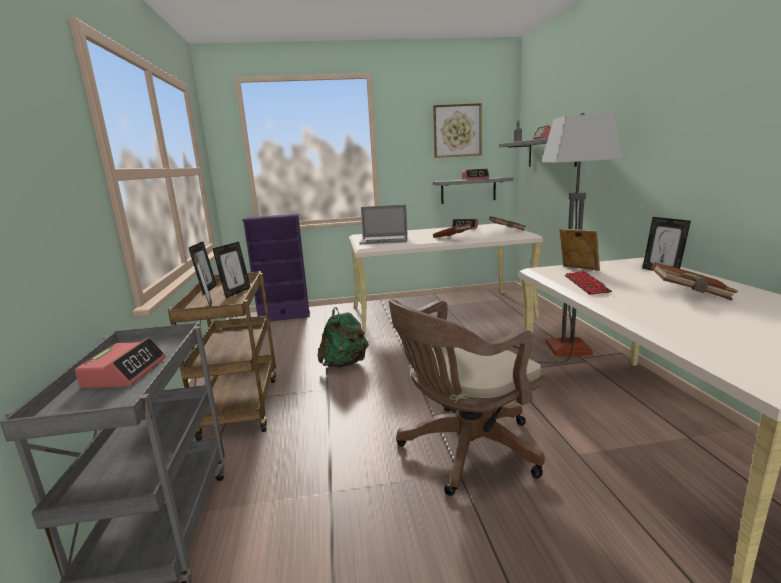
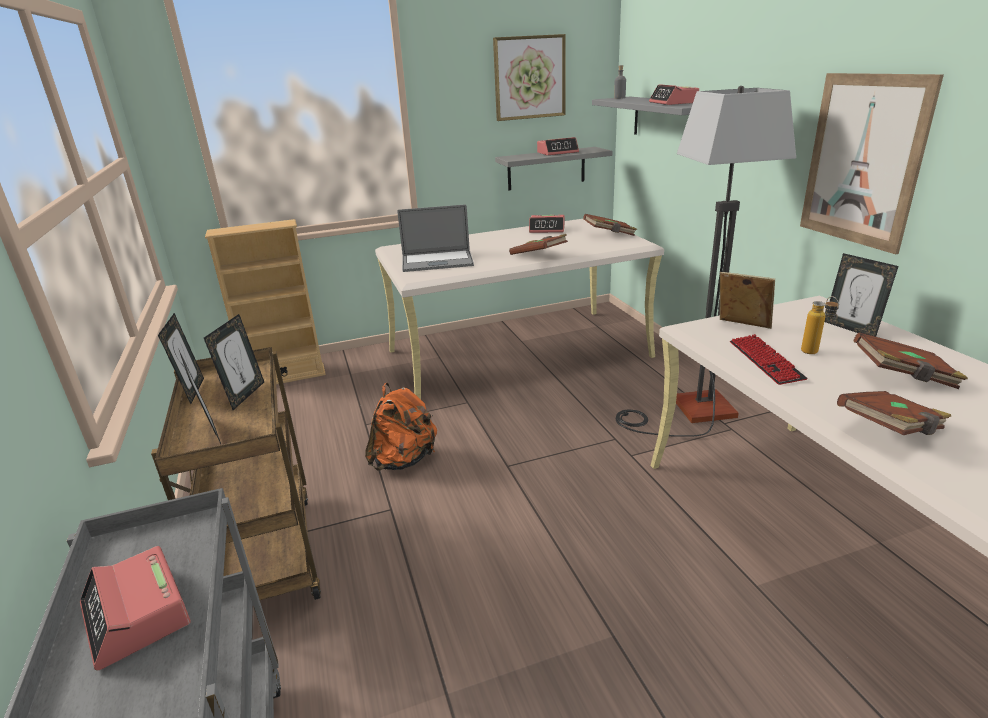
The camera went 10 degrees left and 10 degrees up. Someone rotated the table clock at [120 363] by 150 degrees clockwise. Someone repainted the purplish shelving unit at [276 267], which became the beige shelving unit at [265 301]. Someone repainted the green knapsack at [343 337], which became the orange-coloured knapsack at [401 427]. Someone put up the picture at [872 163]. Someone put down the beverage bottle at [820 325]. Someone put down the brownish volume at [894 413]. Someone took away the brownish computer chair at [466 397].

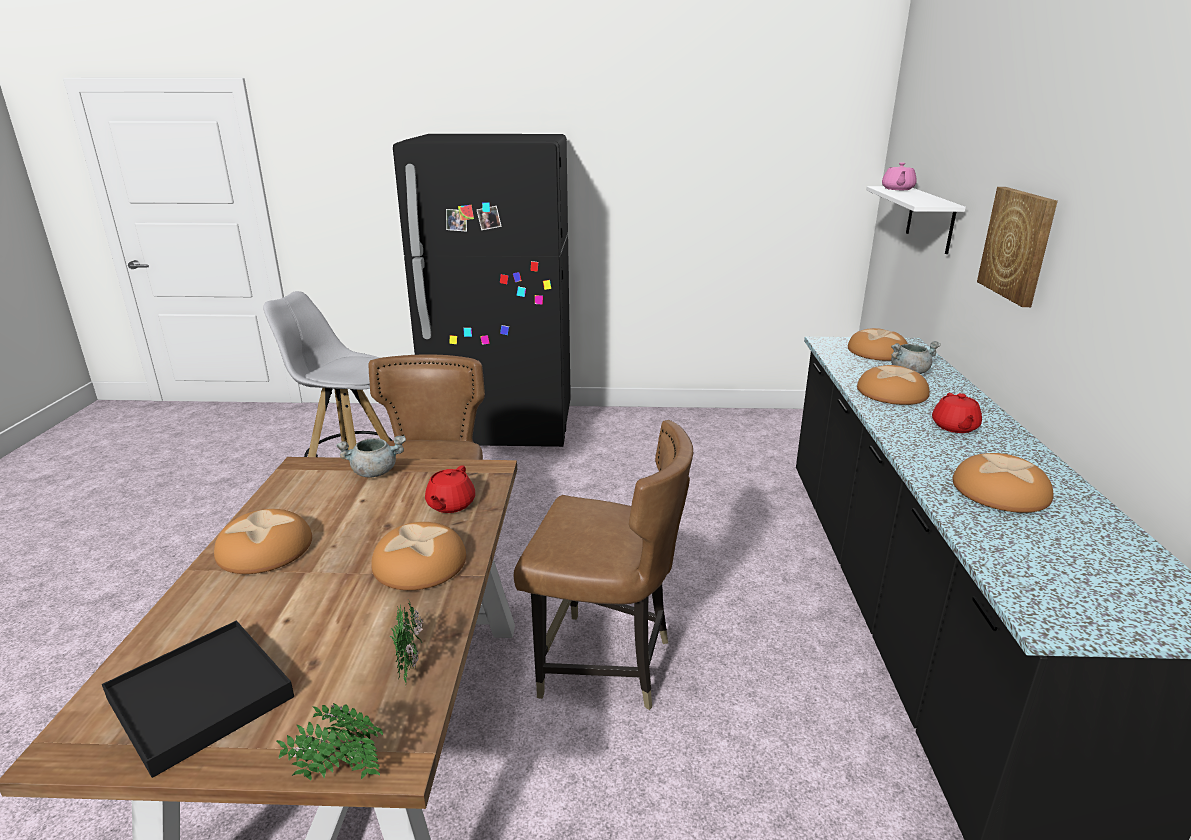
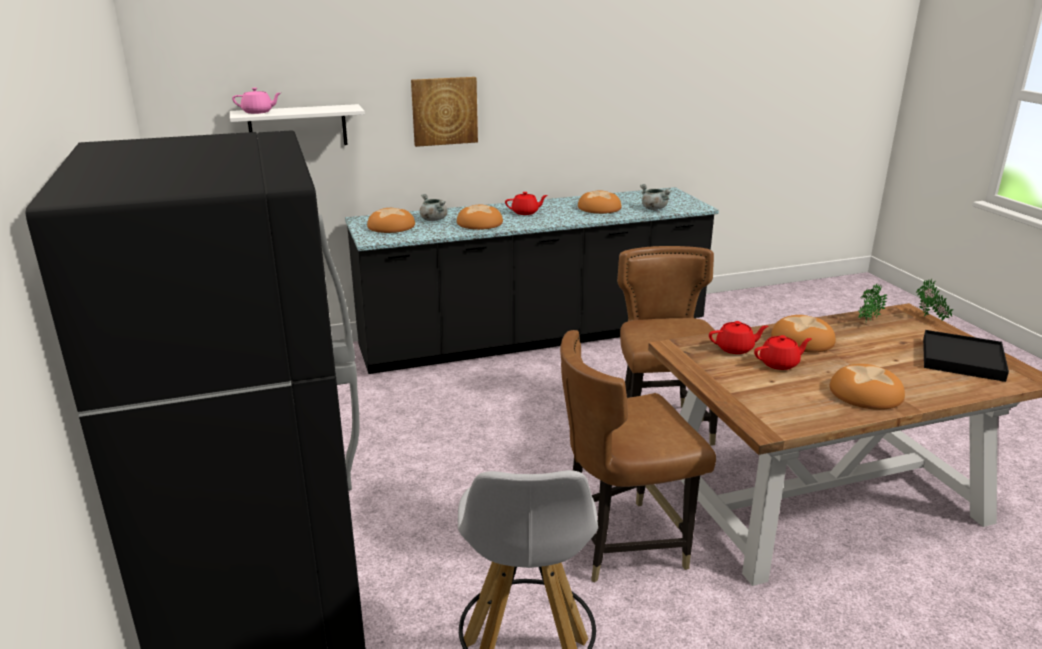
The camera went 110 degrees left and 0 degrees up. Someone carried the gray saucepot from [371 457] to [655 197]. Someone put down the red-coloured pot for tea at [783 352].

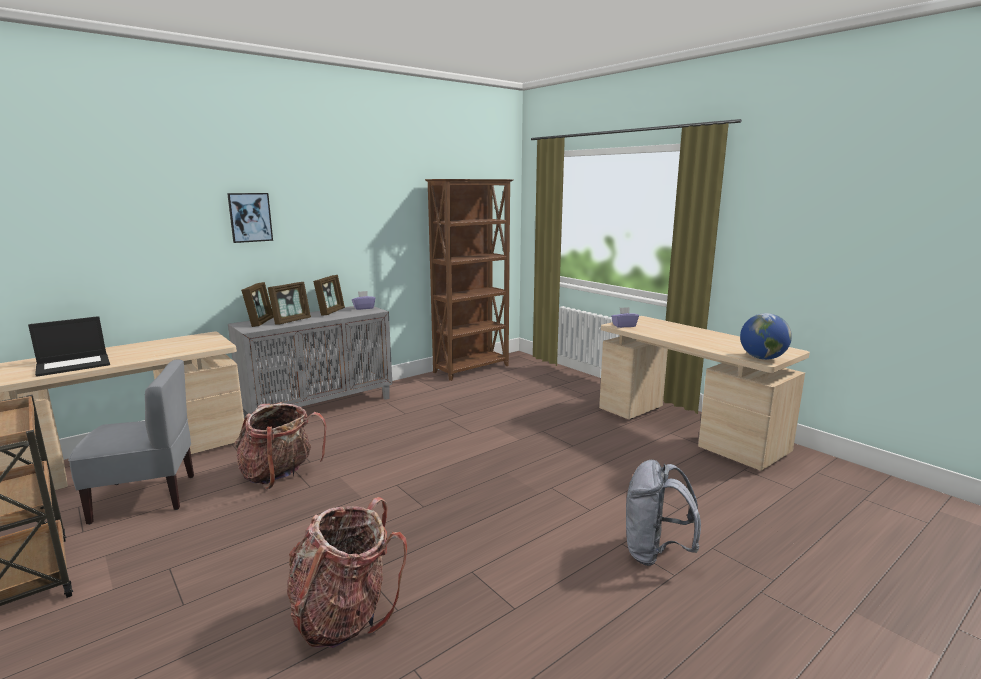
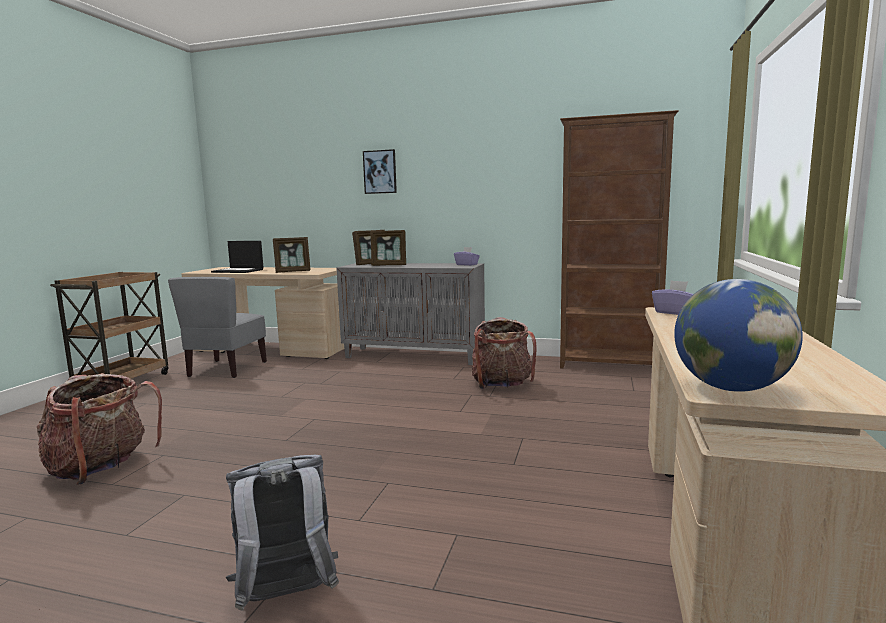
The camera went 55 degrees right and 5 degrees down. Someone rotated the gray chair at [131 442] by 60 degrees clockwise. Someone carried the standing frame from [329 295] to [292 255]. Someone carried the knapsack from [280 445] to [504 353].

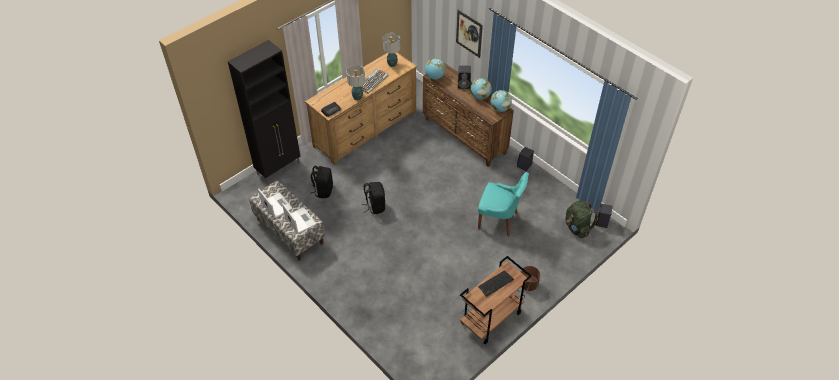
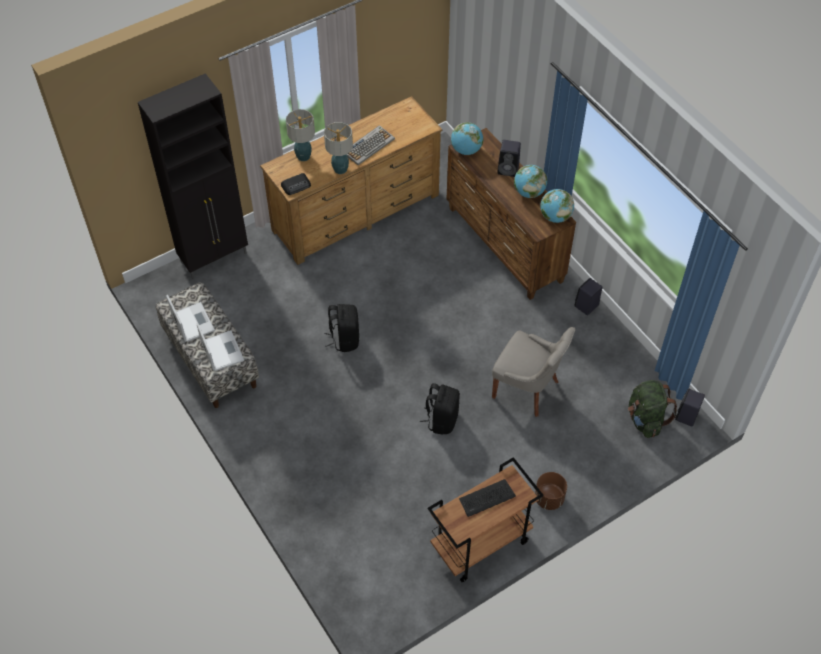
The camera went 10 degrees right and 5 degrees up. Someone carried the lamp for a table from [391 50] to [300 135]. Someone carried the blackish knapsack from [322 182] to [440 409]. Someone repainted the turquoise chair at [503 204], which became the gray chair at [534 372]. Someone took away the picture at [469 34].

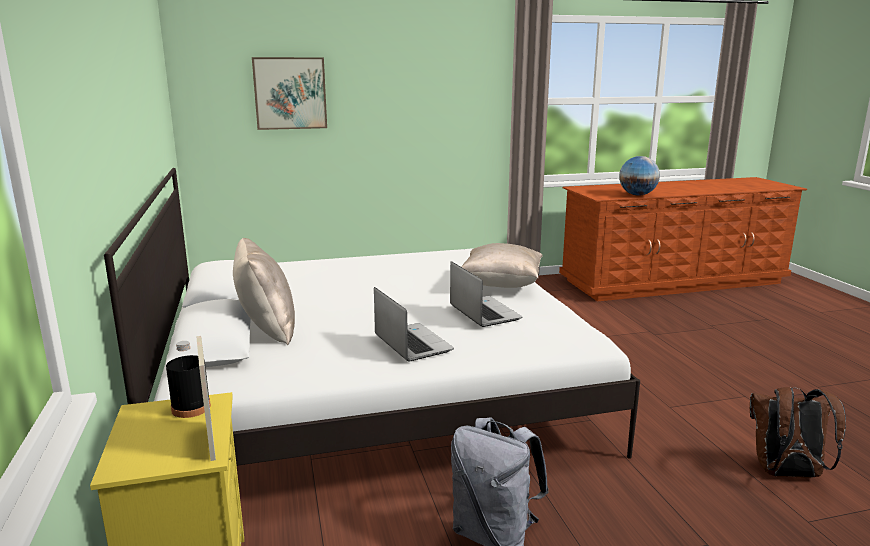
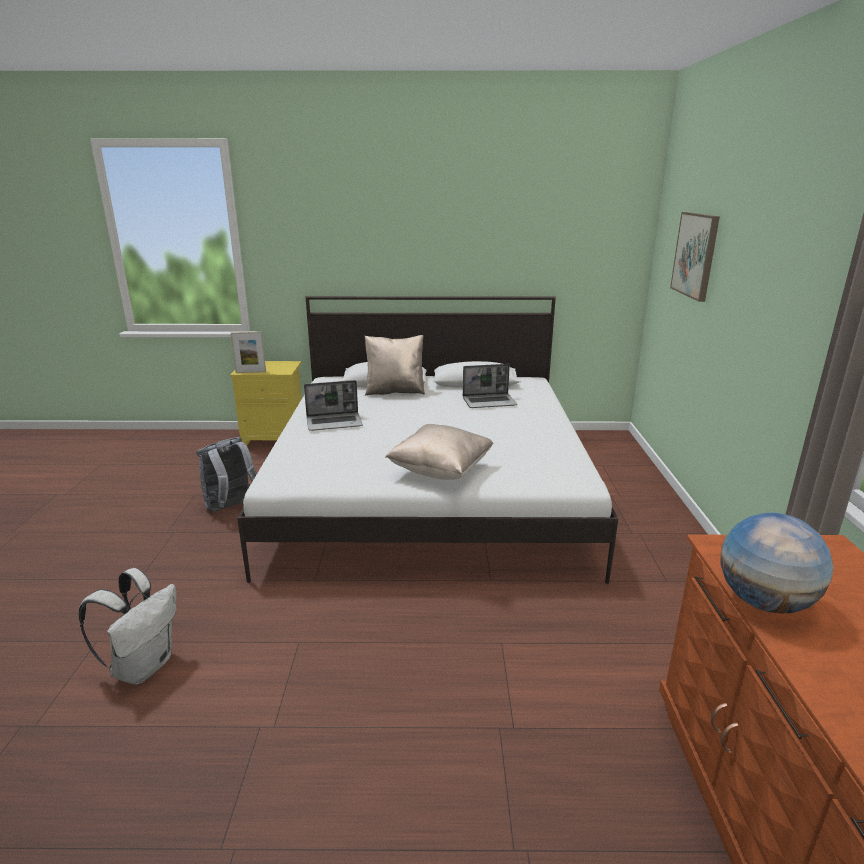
The camera went 105 degrees right and 5 degrees up. Someone repainted the brownish knapsack at [798 432], which became the whitish knapsack at [127 626]. Someone carried the notebook computer from [486 294] to [490 386]. Someone took away the blackish beverage bottle at [188 379].

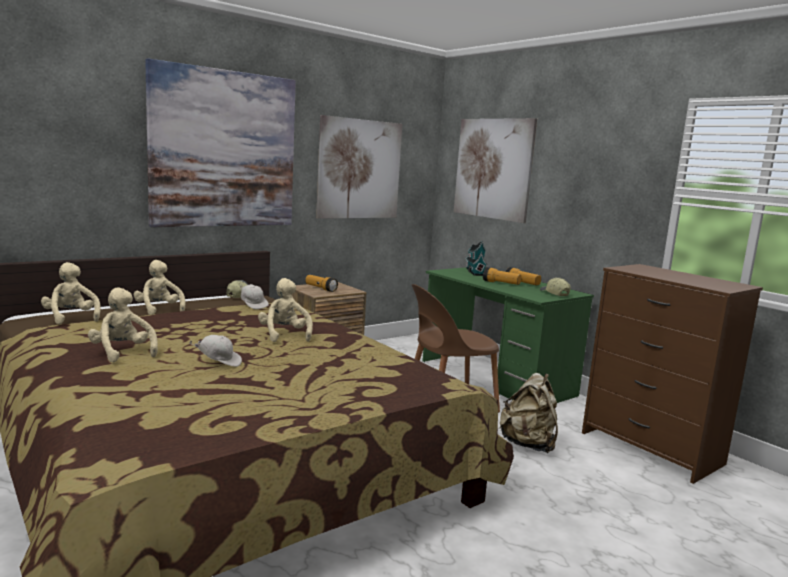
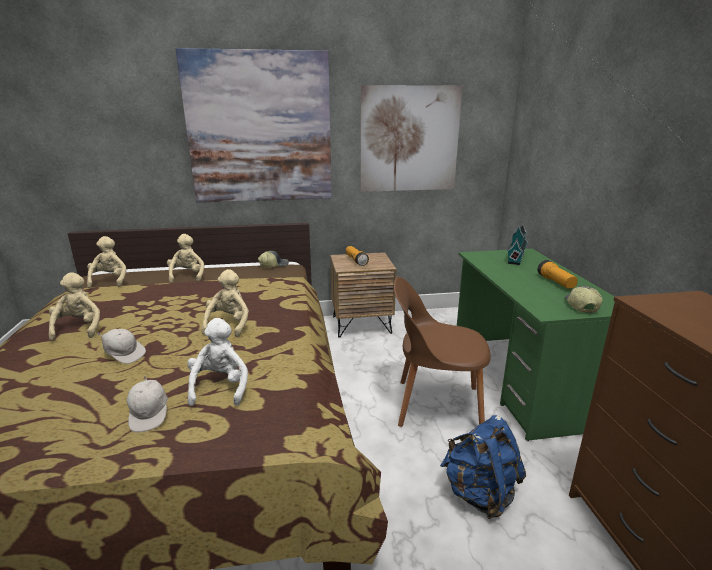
The camera went 30 degrees right and 10 degrees up. Someone carried the whitish cap from [254 296] to [147 404]. Someone put down the whitish cuddly toy at [217 362]. Someone repainted the beige knapsack at [528 413], which became the blue-coloured knapsack at [483 467]. Someone took away the picture at [495 170]. Someone took away the torch at [502 276].

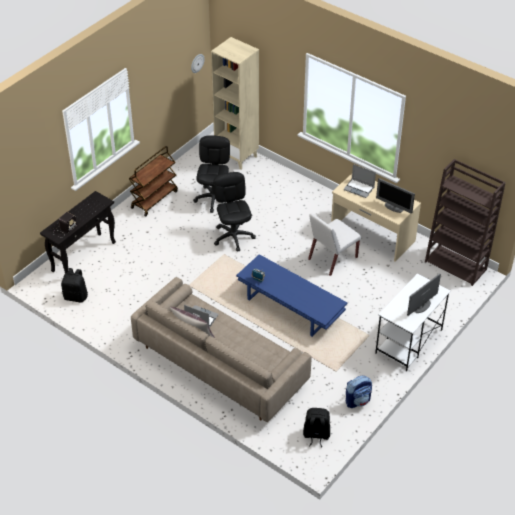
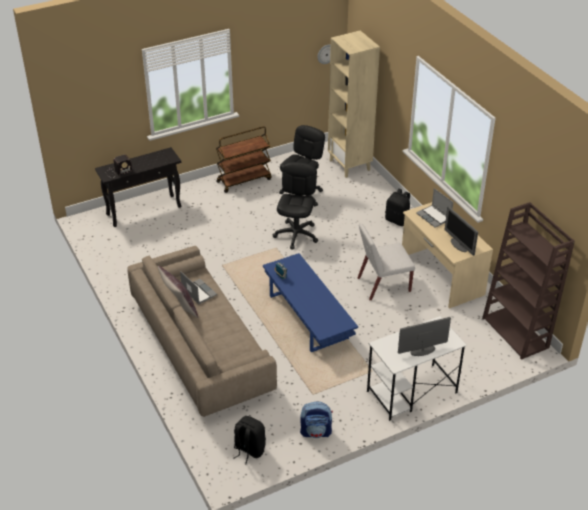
The camera went 25 degrees right and 5 degrees down. Someone carried the blackish knapsack from [74 285] to [397 207].

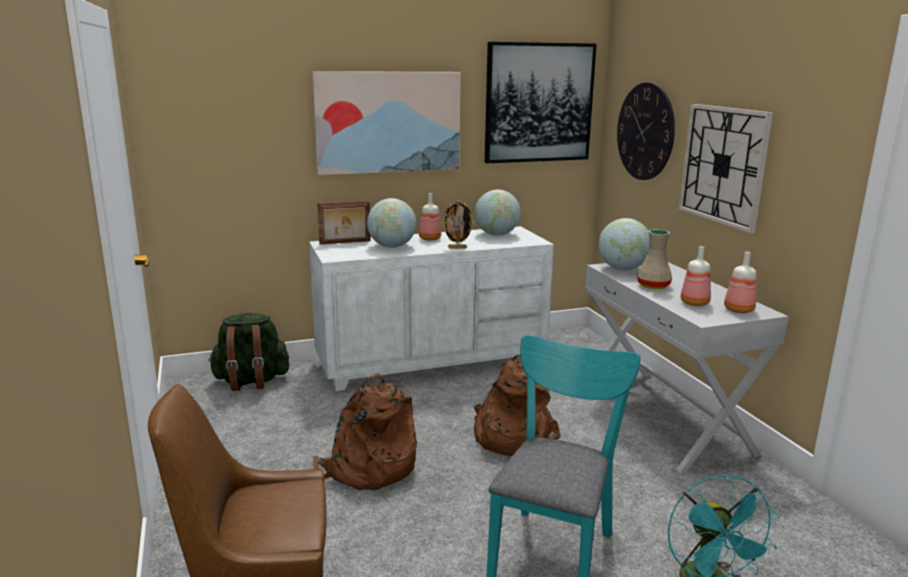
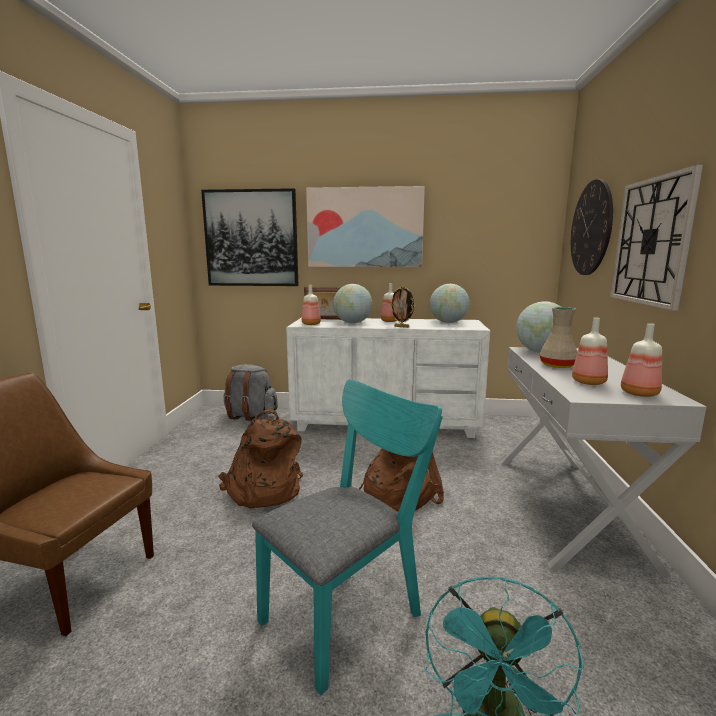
The camera went 25 degrees right and 5 degrees down. Someone carried the picture from [541 102] to [249 237]. Someone repainted the green knapsack at [248 352], which became the gray knapsack at [251 392]. Someone put down the beverage bottle at [311 305].

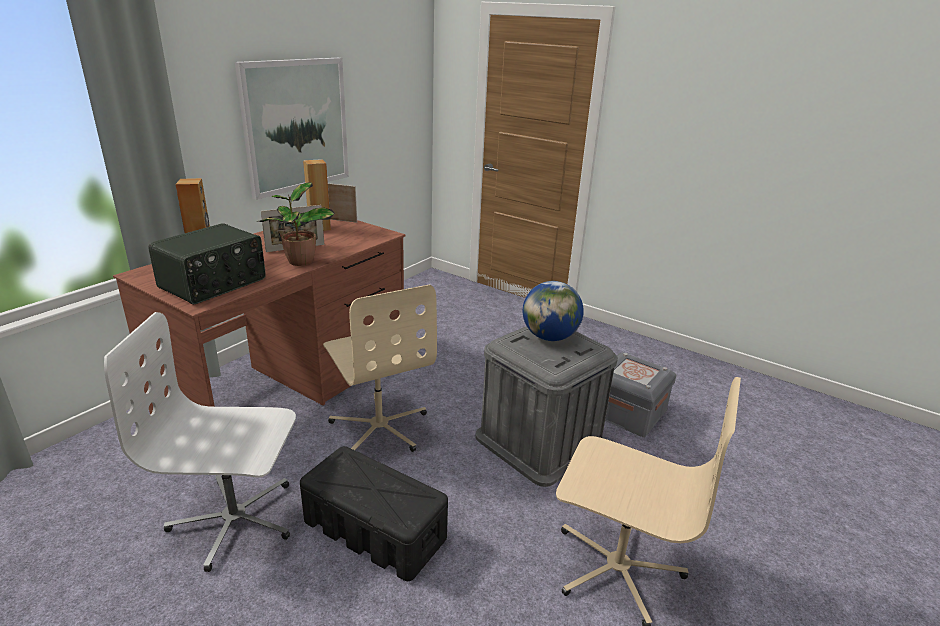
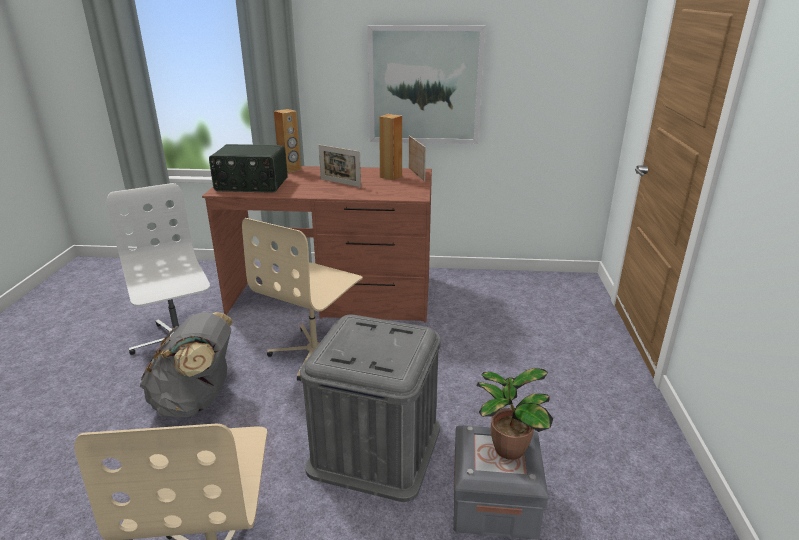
The camera went 60 degrees right and 0 degrees up. Someone swapped the blackish storage bin at [374 513] for the gray knapsack at [186 364]. Someone carried the potted plant from [295 224] to [515 414]. Someone took away the desk globe at [553 311].

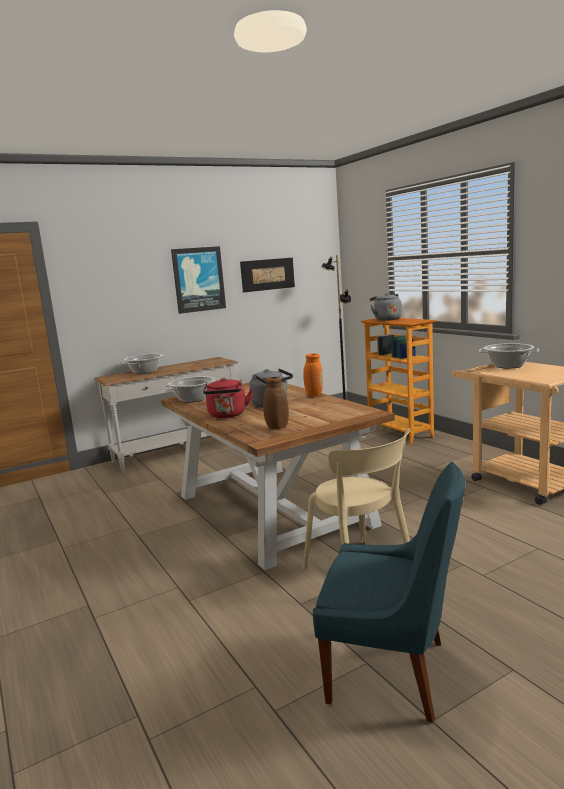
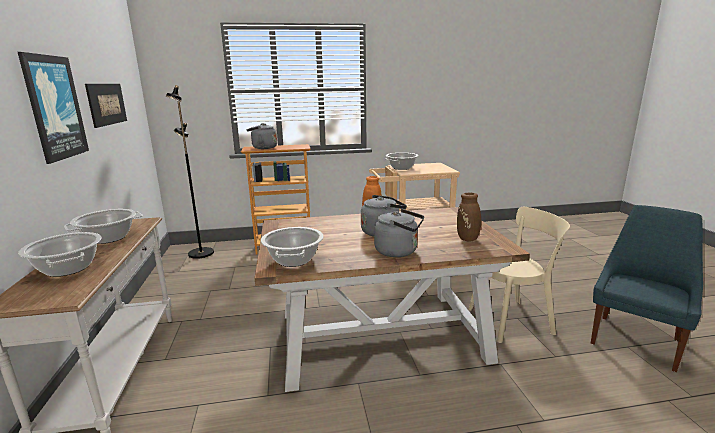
The camera went 70 degrees left and 5 degrees up. Someone put down the saucepot at [103 226]. Someone repainted the red-coloured kettle at [228 398], which became the gray kettle at [399 233].

